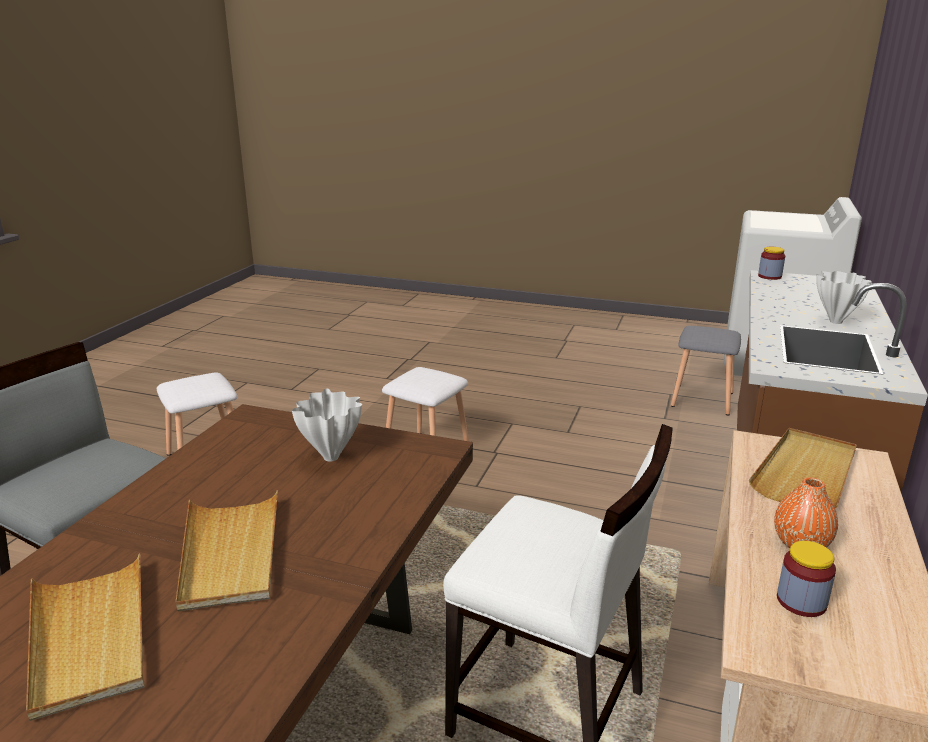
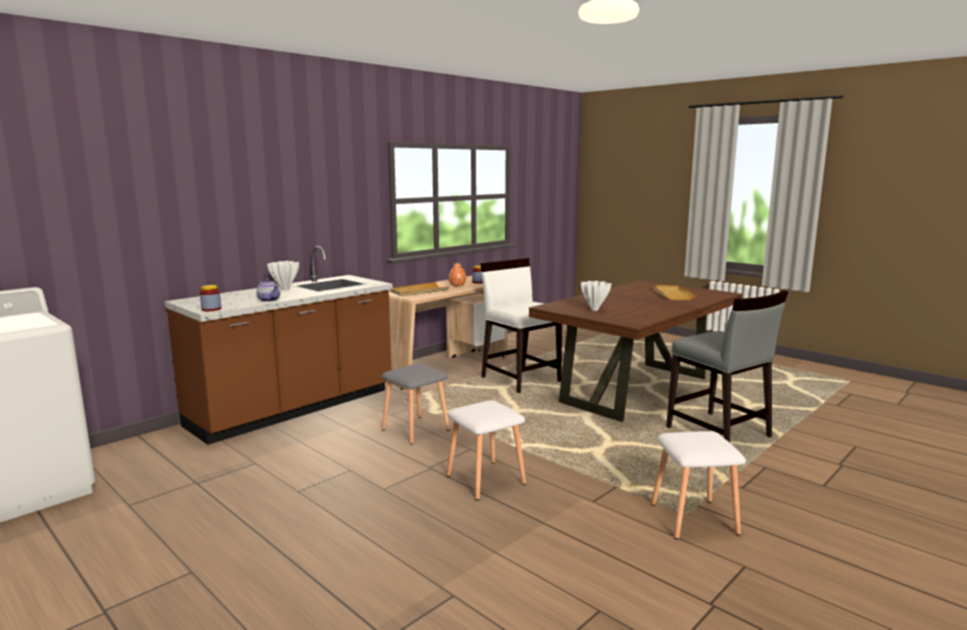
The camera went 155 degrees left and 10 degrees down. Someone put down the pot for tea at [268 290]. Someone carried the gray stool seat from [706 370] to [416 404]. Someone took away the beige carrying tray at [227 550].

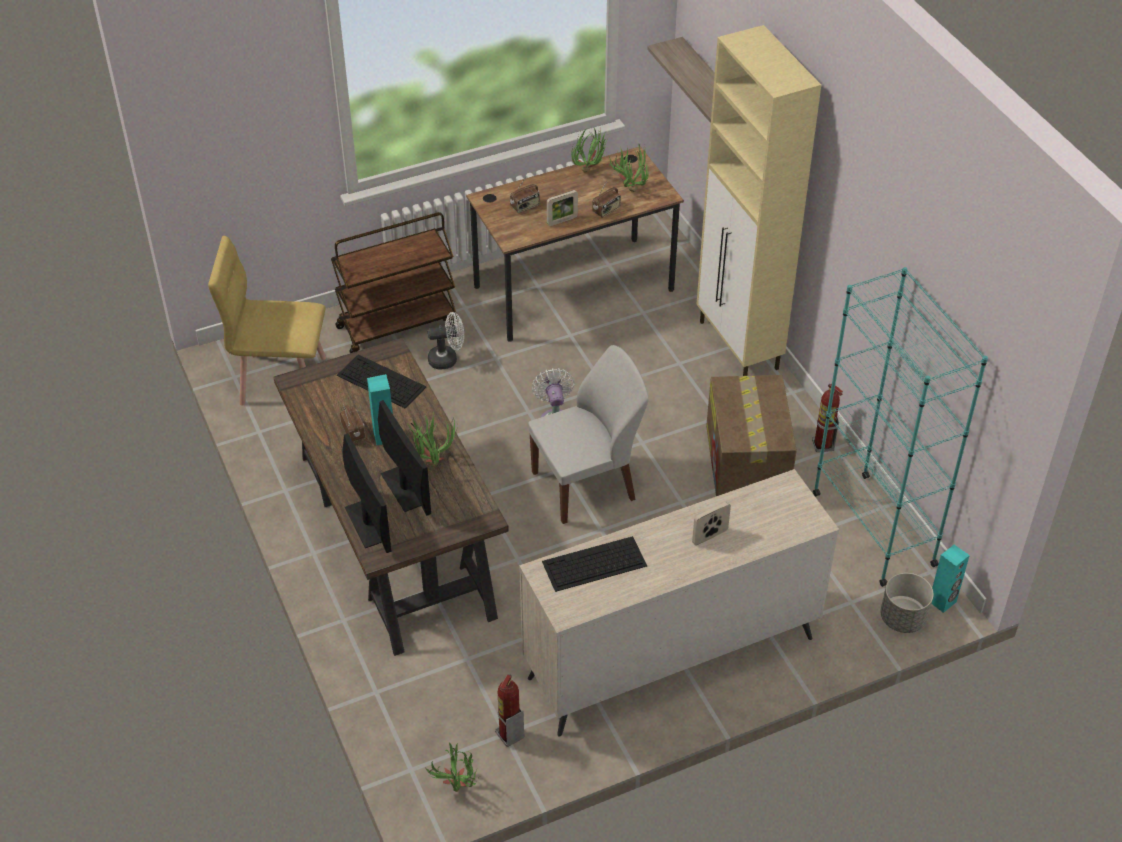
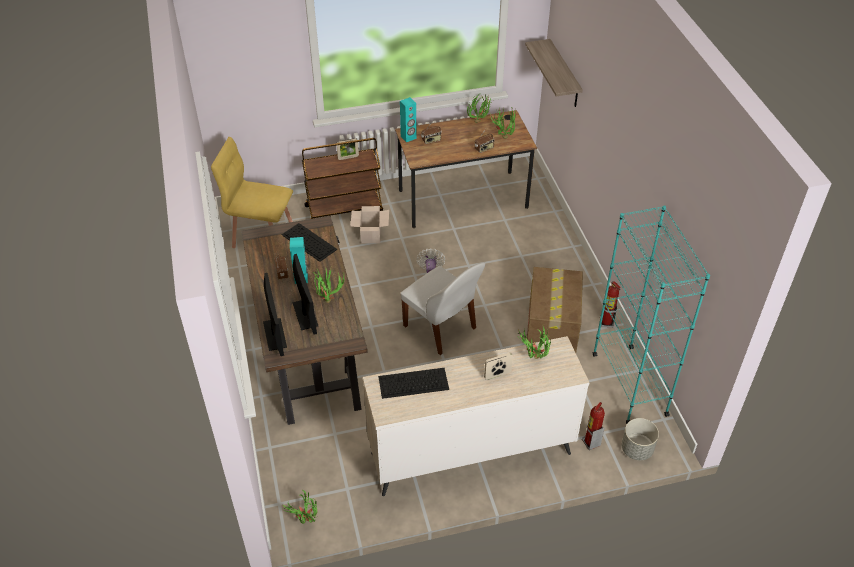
The camera went 10 degrees right and 0 degrees up. Someone carried the standing frame from [562 208] to [348 149]. Someone swapped the whitish fan at [446 340] for the packing box at [370 224]. Someone carried the turquoise speaker from [951 579] to [408 119]. Someone rotated the whitish chair at [588 434] by 60 degrees clockwise. Someone put down the potted plant at [534 342]. Someone carried the fire-fighting cylinder from [510 710] to [593 426]. Someone took away the beige cupboard at [758 200].

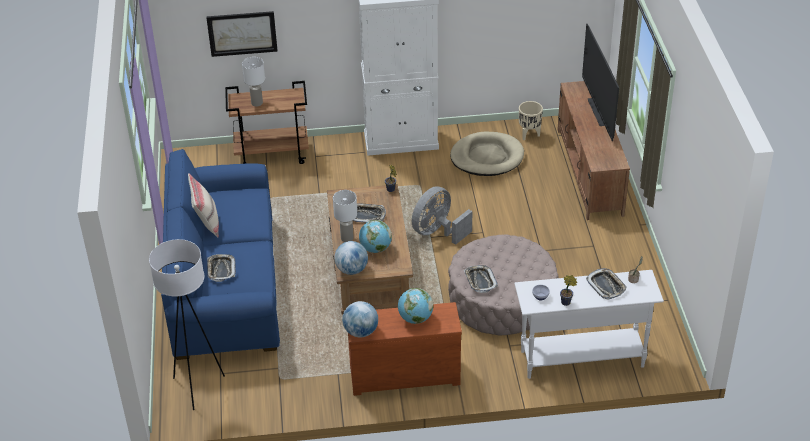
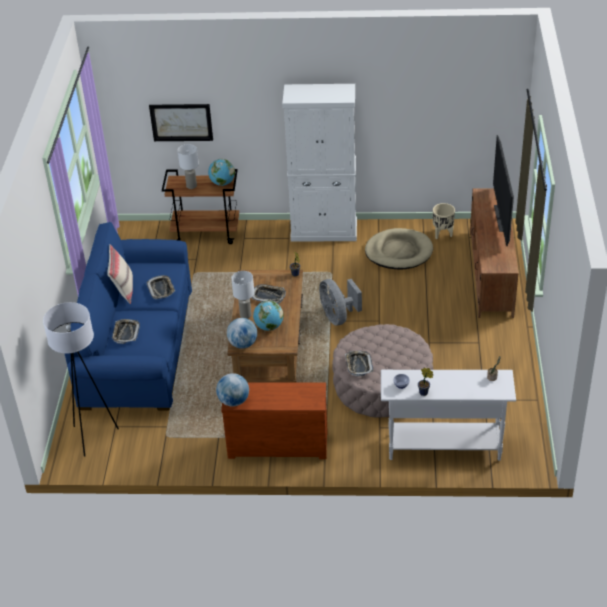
The camera went 10 degrees right and 0 degrees up. Someone carried the carrying tray from [606 284] to [161 287]. Someone carried the desk globe from [415 306] to [221 172]. Someone rotated the gray fan at [442 215] by 75 degrees counterclockwise.

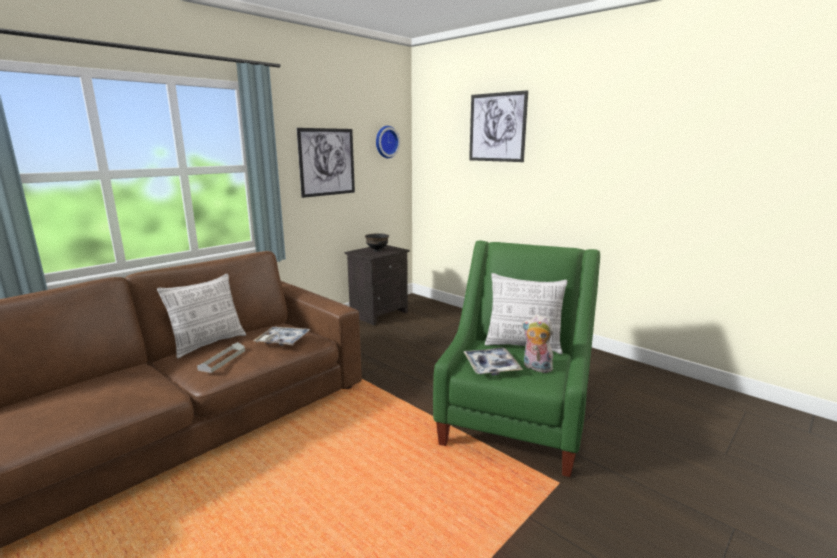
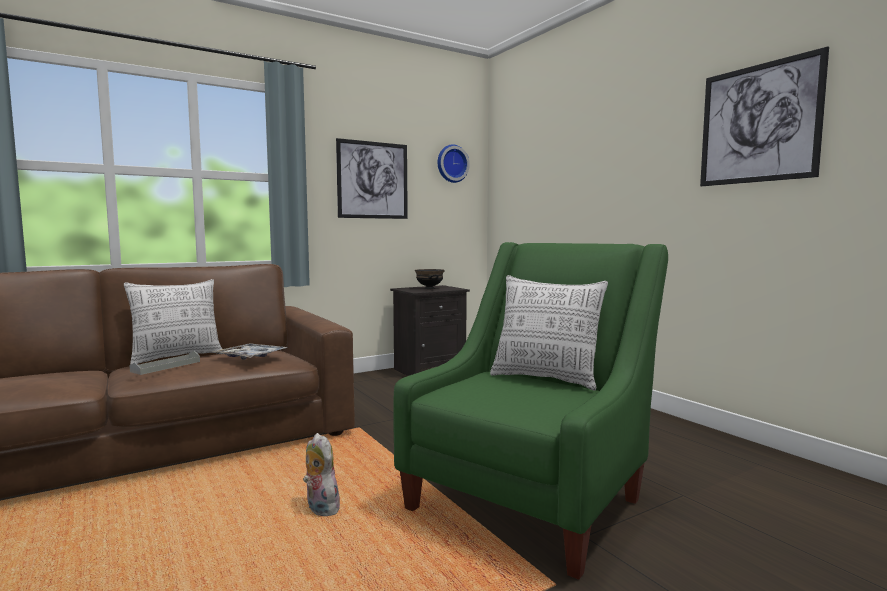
The camera went 15 degrees right and 10 degrees down. Someone carried the cuddly toy from [537 343] to [321 474]. Someone carried the picture from [498 126] to [764 116]. Someone took away the carrying tray at [493 361].

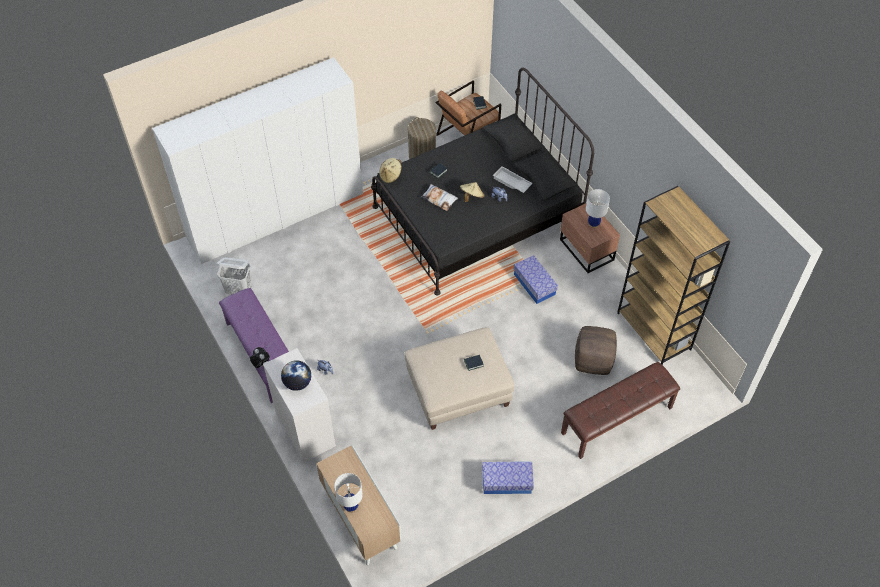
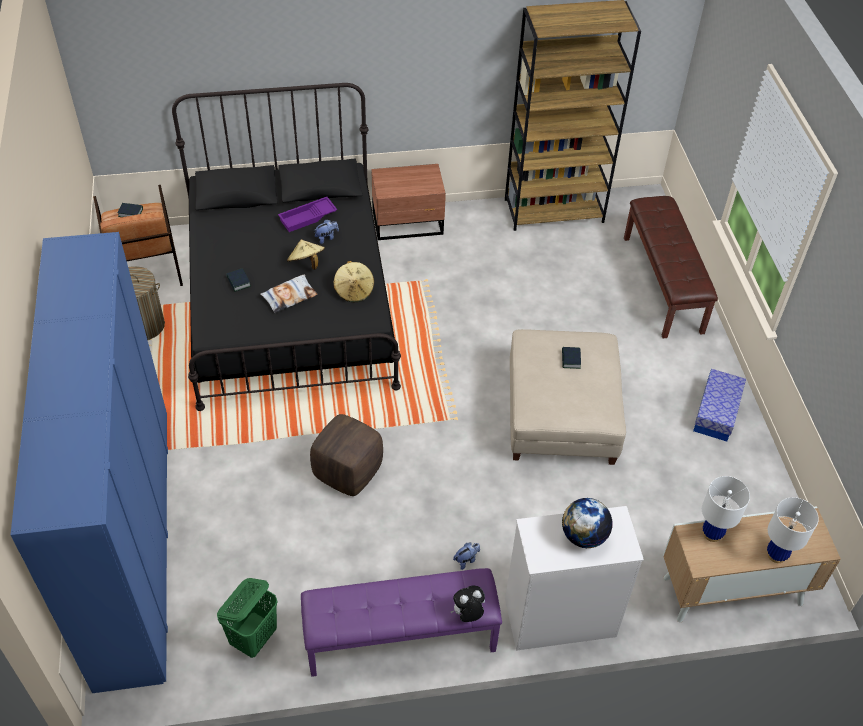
The camera went 70 degrees left and 5 degrees down. Someone repainted the whitish wardrobe at [257 160], which became the blue-coloured wardrobe at [89 462]. Someone repainted the whitish hamper at [234 276], which became the green hamper at [247 618]. Someone repainted the whitish carrying tray at [513 179], which became the purplish carrying tray at [307 214]. Someone carried the brownish pouffe from [596 350] to [346 455]. Someone carried the beige hat from [390 171] to [353 281]. Someone carried the whitish lamp for a table from [598 208] to [726 509]. Someone took away the storage bin at [535 279].

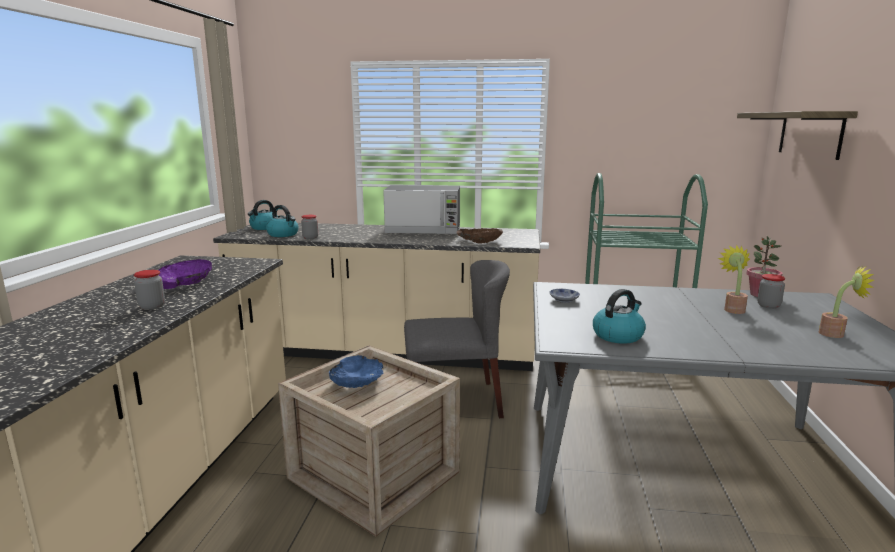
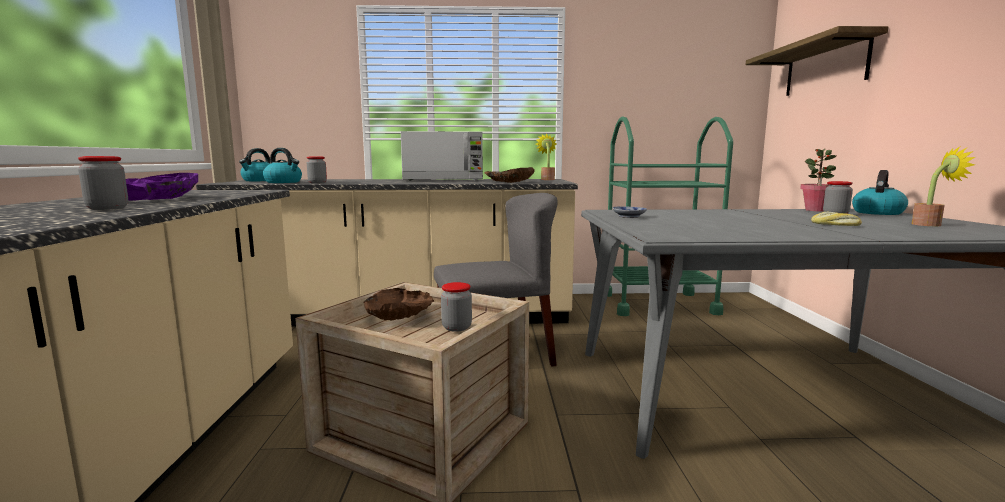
The camera went 10 degrees left and 5 degrees down. Someone repainted the blue-coloured bowl at [355 371], which became the brownish bowl at [399 304]. Someone put down the storage jar at [456 307]. Someone carried the potted plant from [734 279] to [546 156]. Someone put down the baked bread at [836 219]. Someone carried the kettle from [619 316] to [880 192].

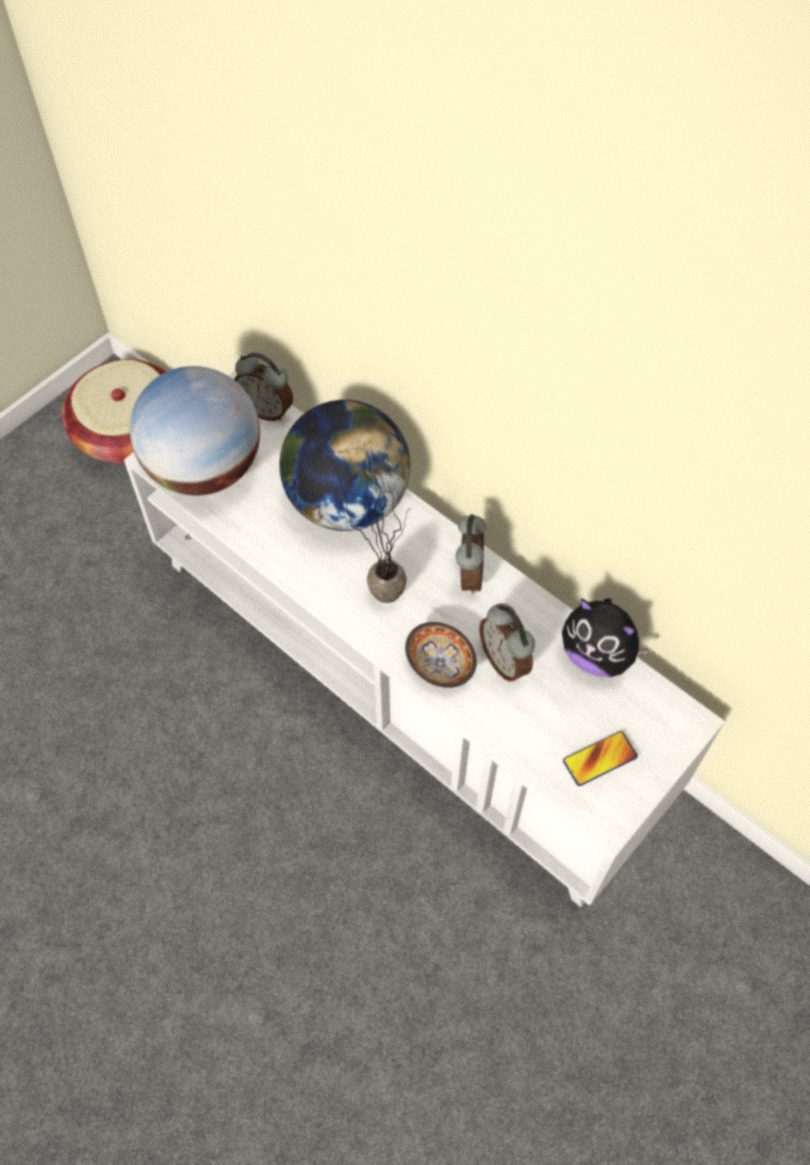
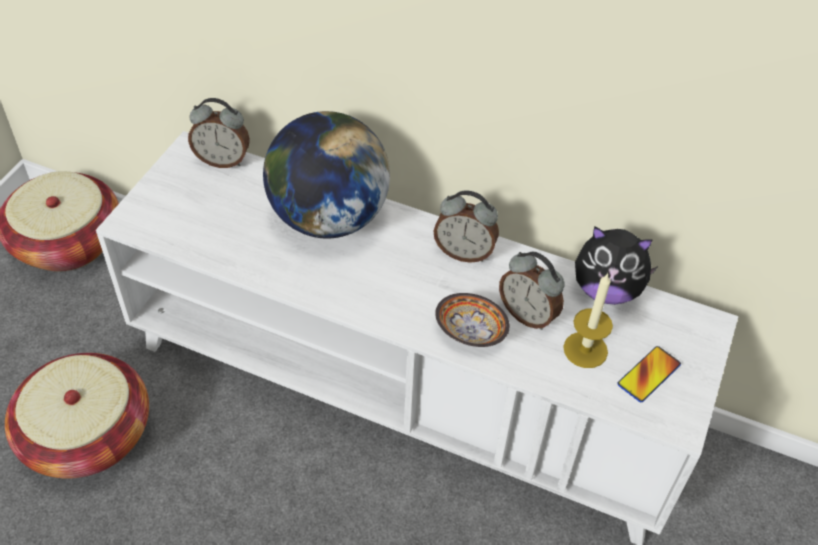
The camera went 20 degrees left and 10 degrees down. Someone put down the basket at [77 416]. Someone rotated the table clock at [470 554] by 120 degrees clockwise. Someone put down the candle at [588 320]. Someone took away the desk globe at [195 430]. Someone took away the potted plant at [373 527].

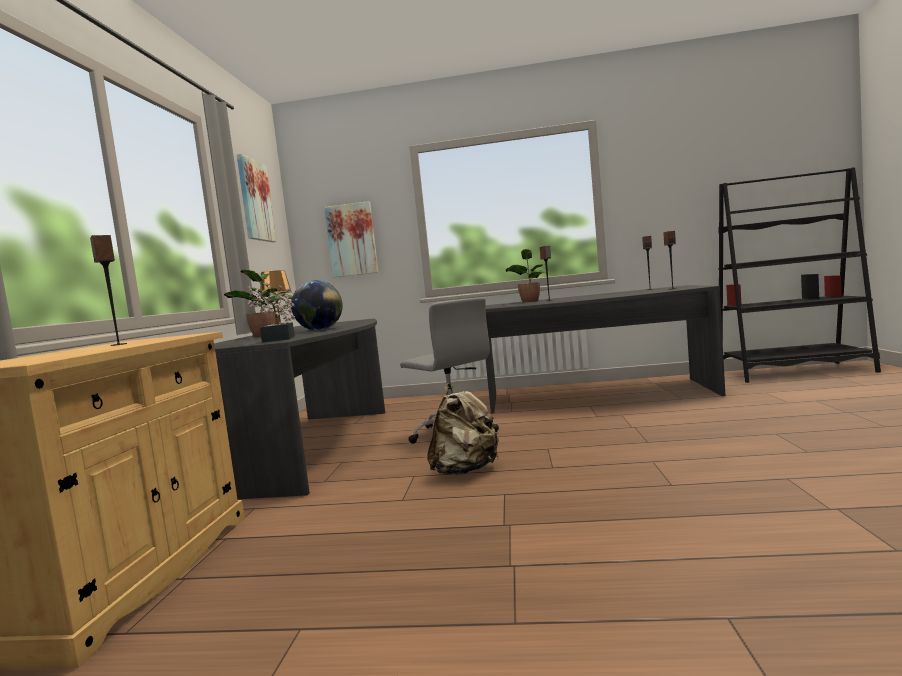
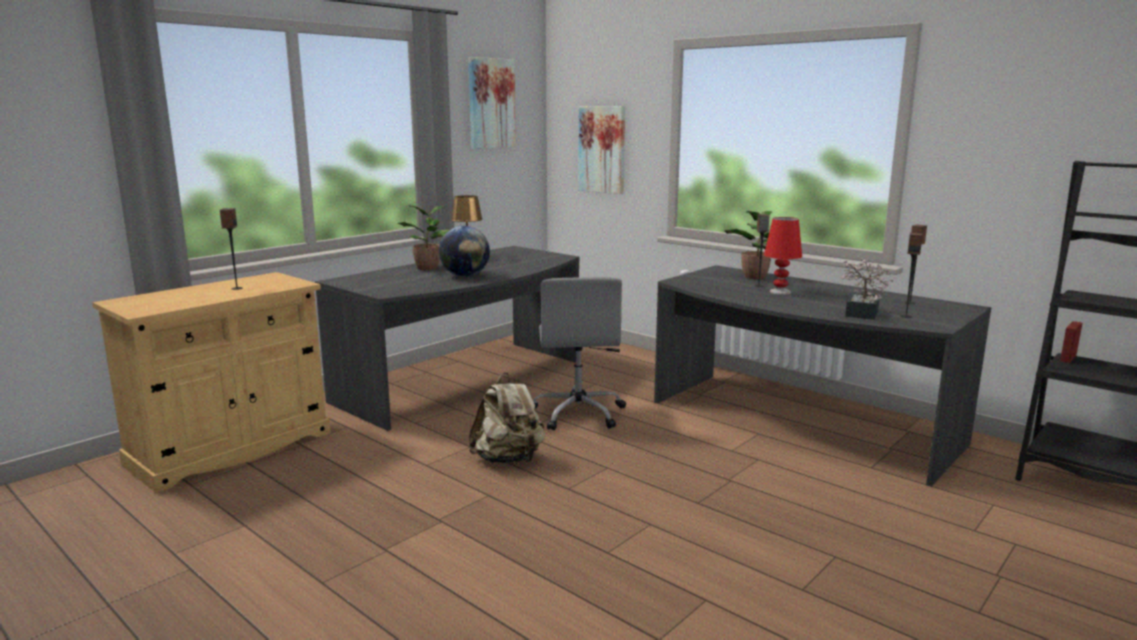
The camera went 35 degrees right and 10 degrees up. Someone put down the red-coloured lamp for a table at [783 256]. Someone carried the potted plant from [272 312] to [867 289].

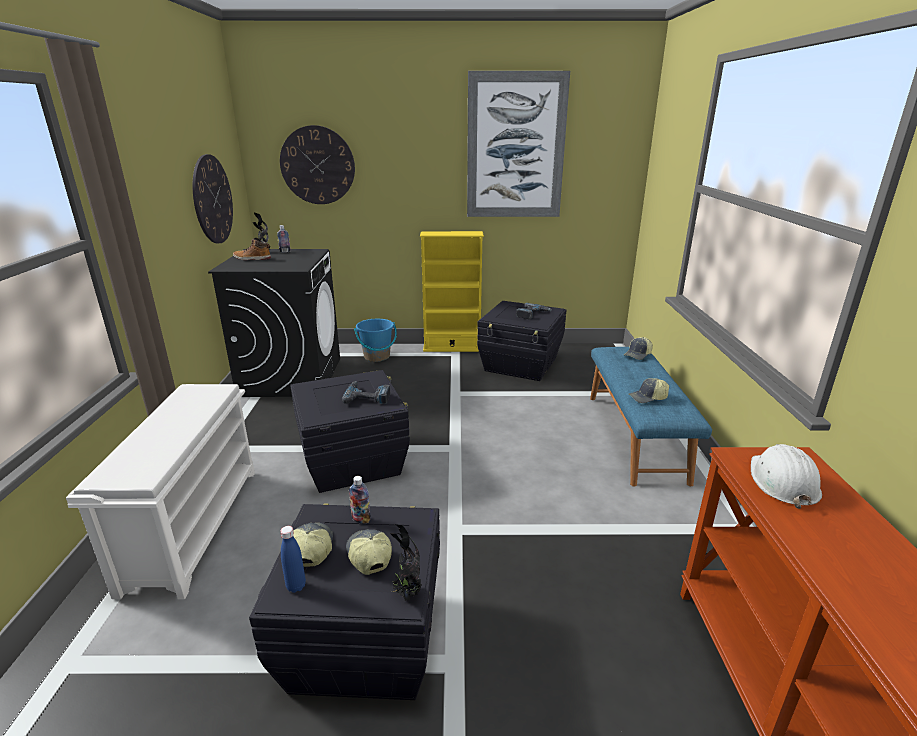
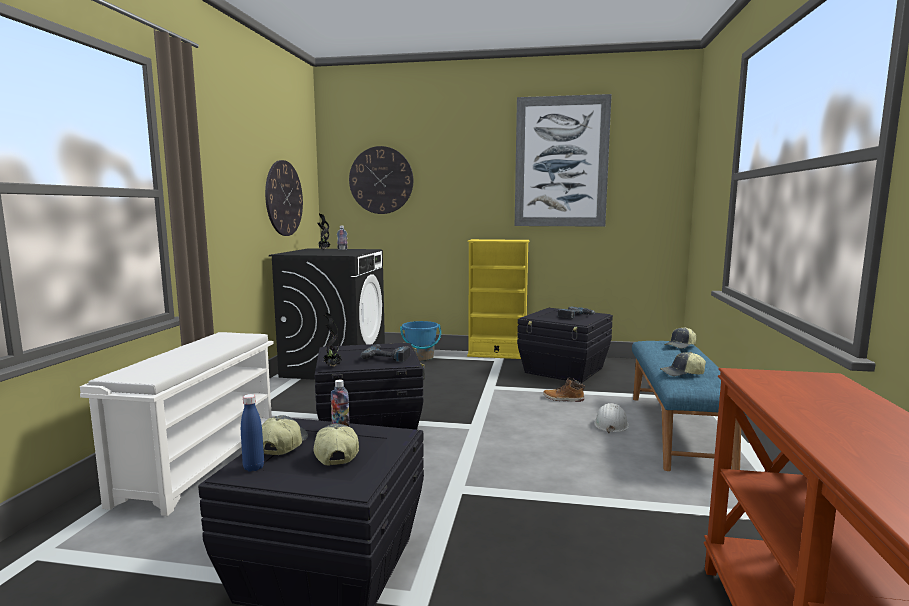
The camera went 10 degrees right and 15 degrees down. Someone carried the potted plant from [406 562] to [333 339]. Someone carried the tall boot from [252 249] to [564 390]. Someone carried the whitish safety helmet from [786 476] to [611 418].

